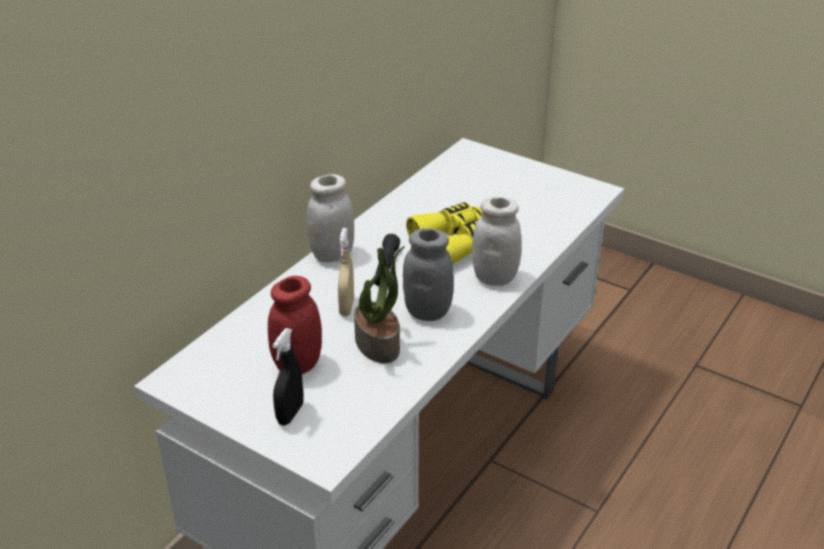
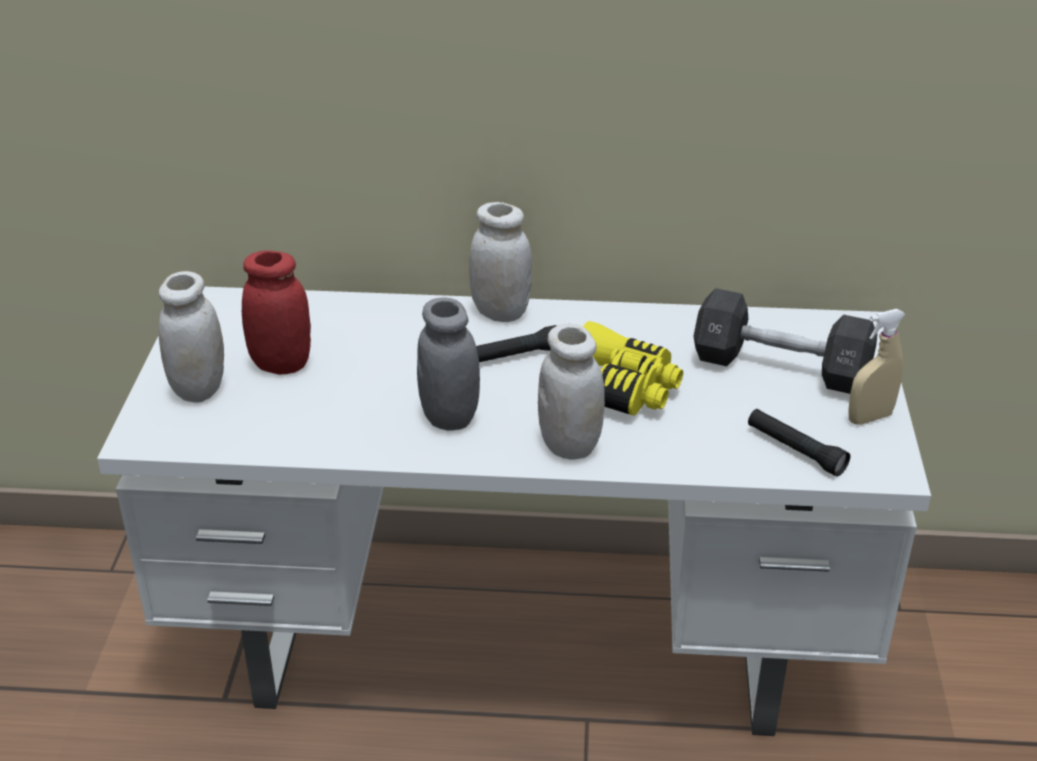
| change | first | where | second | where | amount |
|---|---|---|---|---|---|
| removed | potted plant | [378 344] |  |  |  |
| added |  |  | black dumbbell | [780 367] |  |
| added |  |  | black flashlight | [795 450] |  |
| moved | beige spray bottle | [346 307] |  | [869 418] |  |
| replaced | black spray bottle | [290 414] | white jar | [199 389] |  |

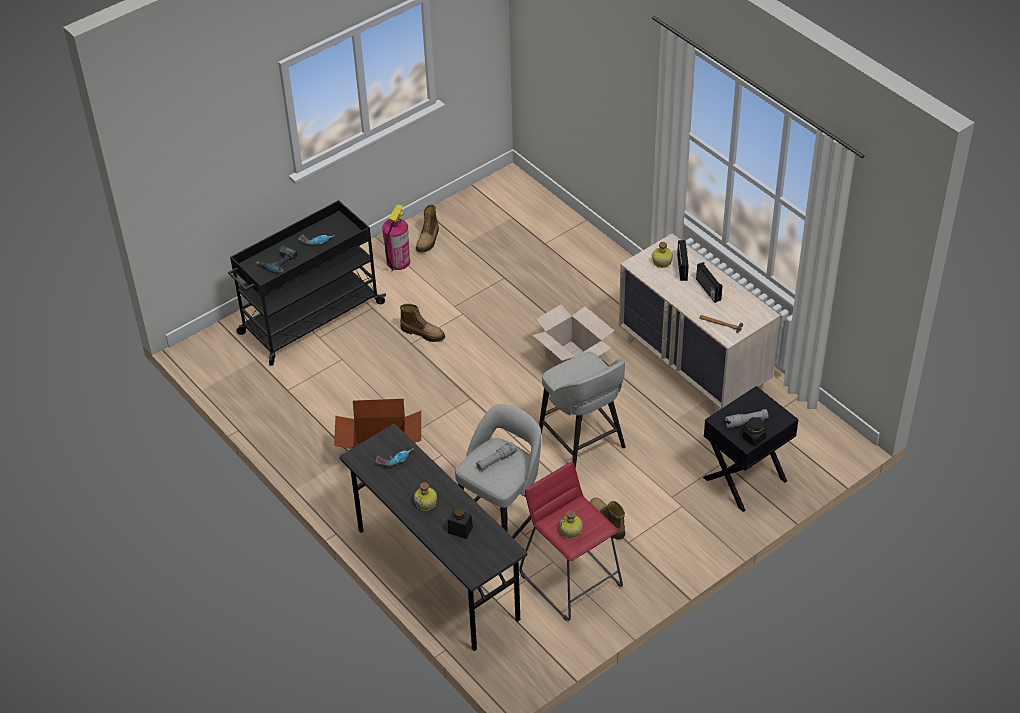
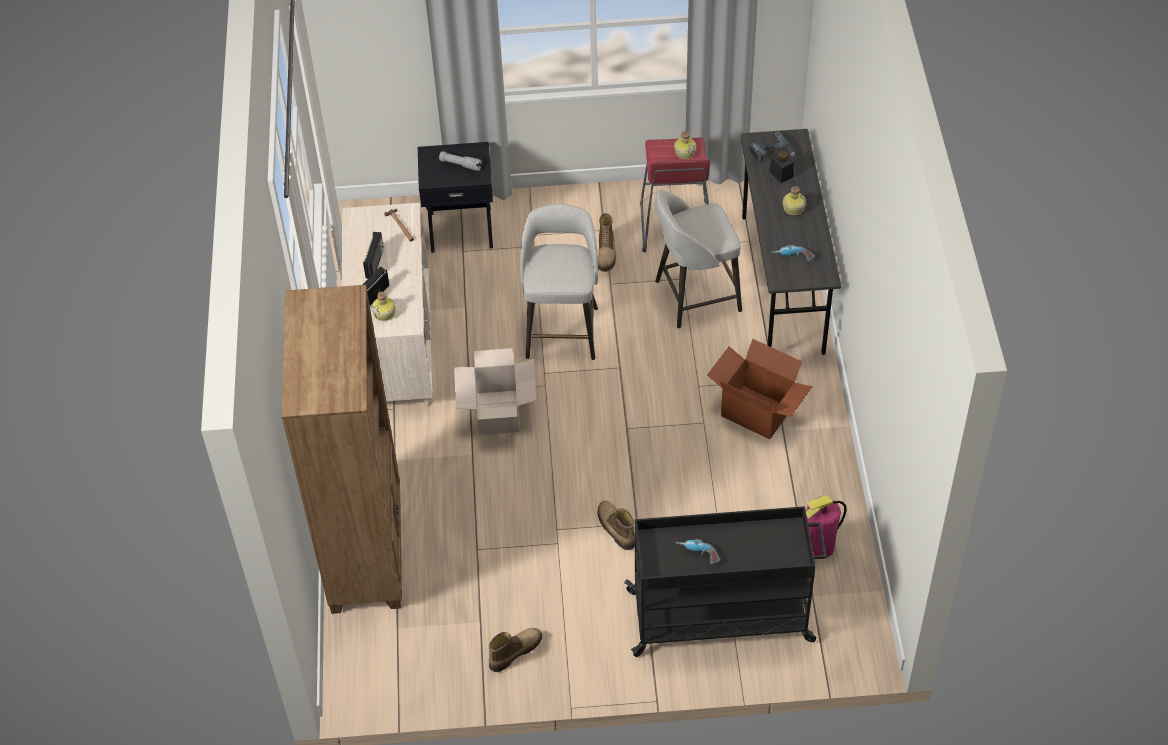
| change | first | where | second | where | amount |
|---|---|---|---|---|---|
| removed | grey flashlight | [496 460] |  |  |  |
| removed | black jar | [753 437] |  |  |  |
| added |  |  | brown bookcase | [367 550] |  |
| moved | power drill | [278 262] |  | [771 152] |  |
| moved | fire extinguisher | [398 261] |  | [819 546] |  |

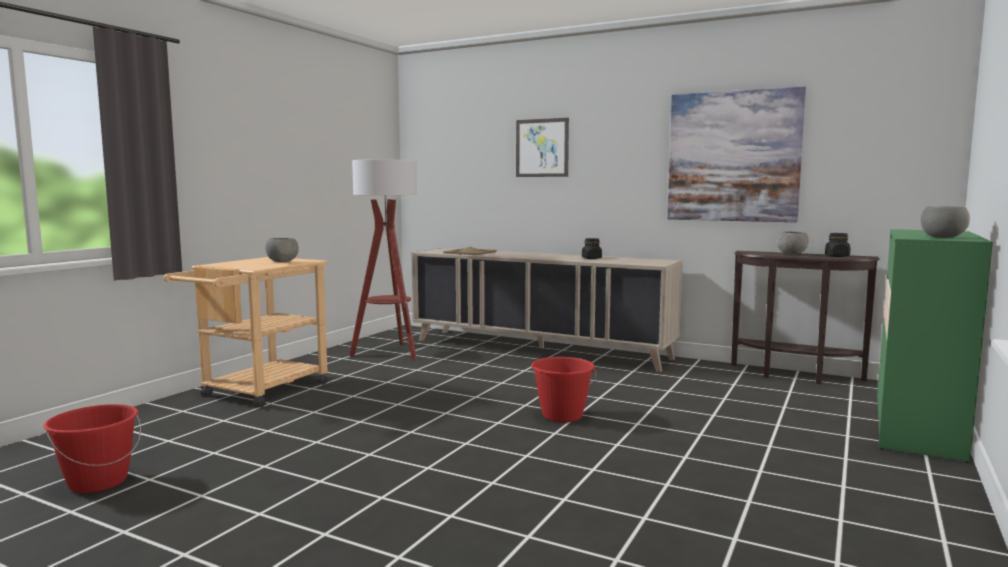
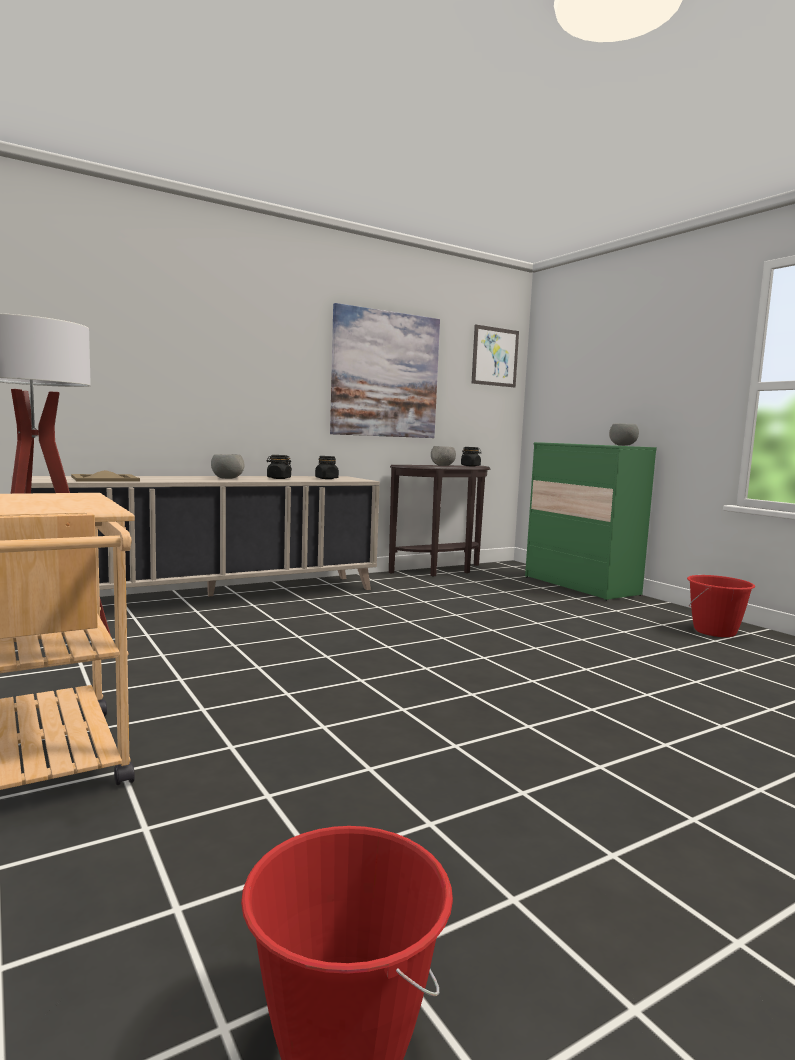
| change | first | where | second | where | amount |
|---|---|---|---|---|---|
| added |  |  | black jar | [326 478] |  |
| moved | grey bowl | [282 262] |  | [227 478] |  |
| moved | picture | [542 148] |  | [495 356] |  |
| moved | red bucket | [562 416] |  | [715 631] |  |

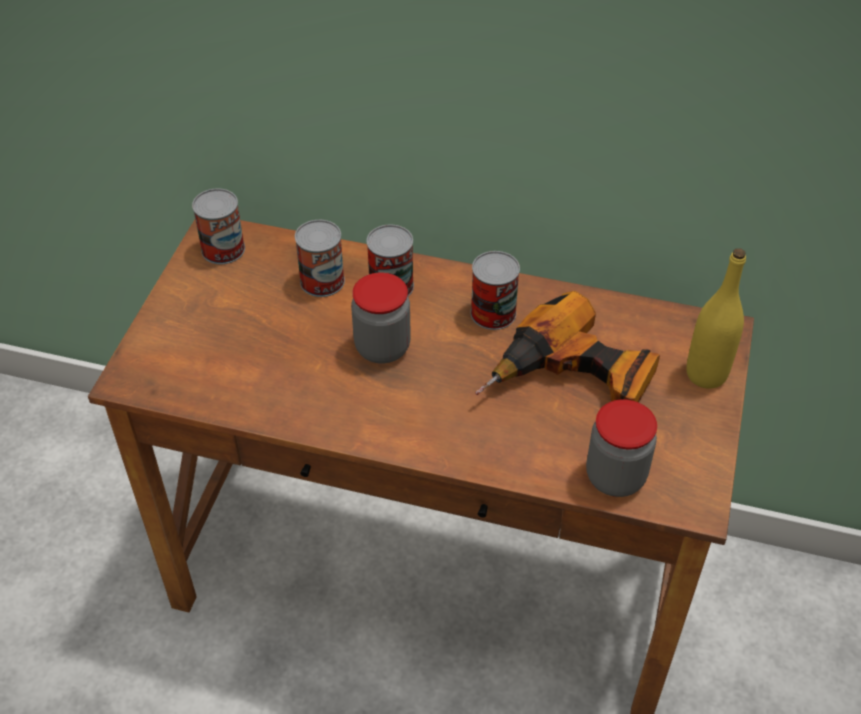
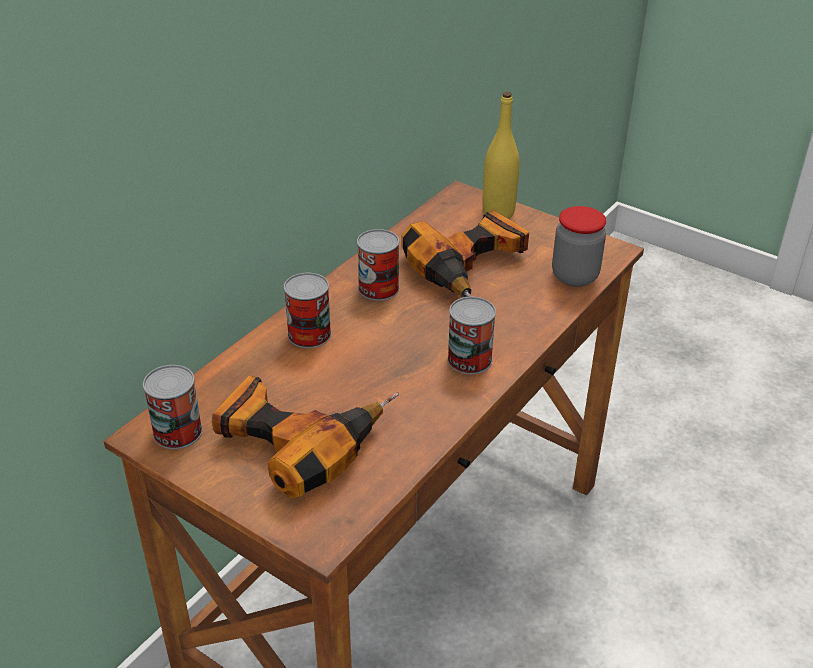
| change | first | where | second | where | amount |
|---|---|---|---|---|---|
| removed | jar | [382 347] |  |  |  |
| added |  |  | power drill | [299 437] |  |
| moved | can | [322 281] |  | [469 359] |  |

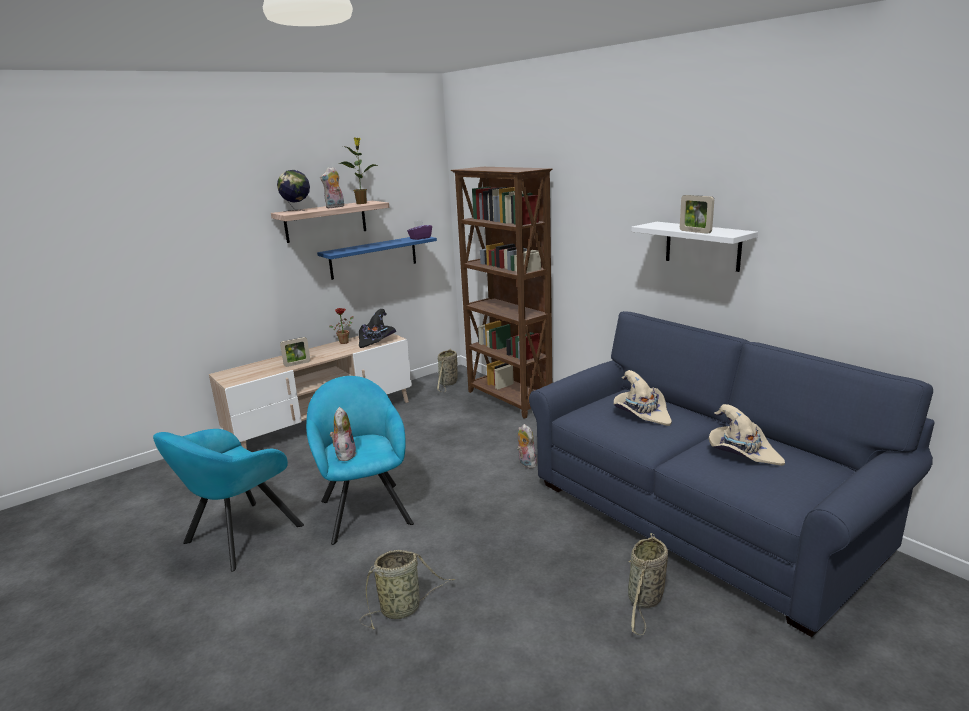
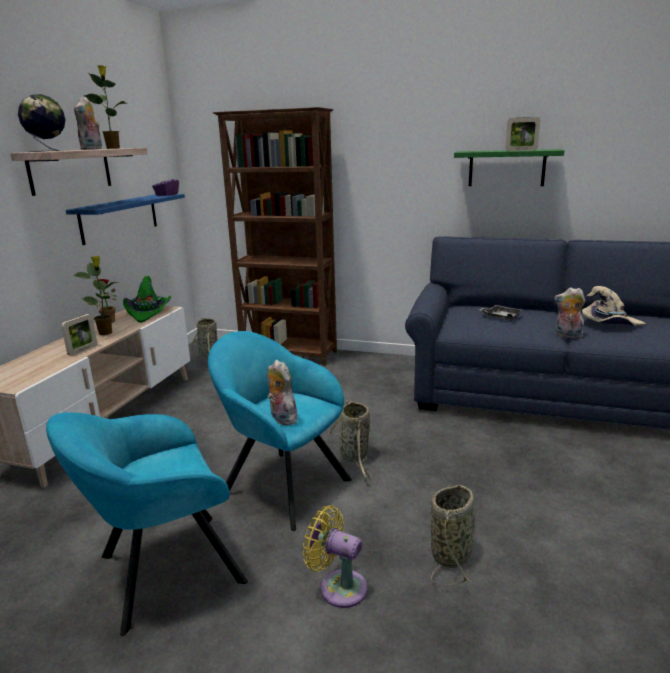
| change | first | where | second | where | amount |
|---|---|---|---|---|---|
| added |  |  | potted plant | [106 333] |  |
| added |  |  | yellow fan | [338 587] |  |
| moved | plush toy | [525 463] |  | [567 335] |  |
| moved | basket | [645 600] |  | [354 457] |  |
| replaced | beige hat | [641 413] | grey tray | [501 317] |  |
| recoloured | black hat | [376 340] | green hat | [148 313] |  |
| recoloured | white shelf | [702 246] | green shelf | [506 168] |  |
| turned | turquoise armchair | [238 537] |  | [163 571] | 60 degrees clockwise |

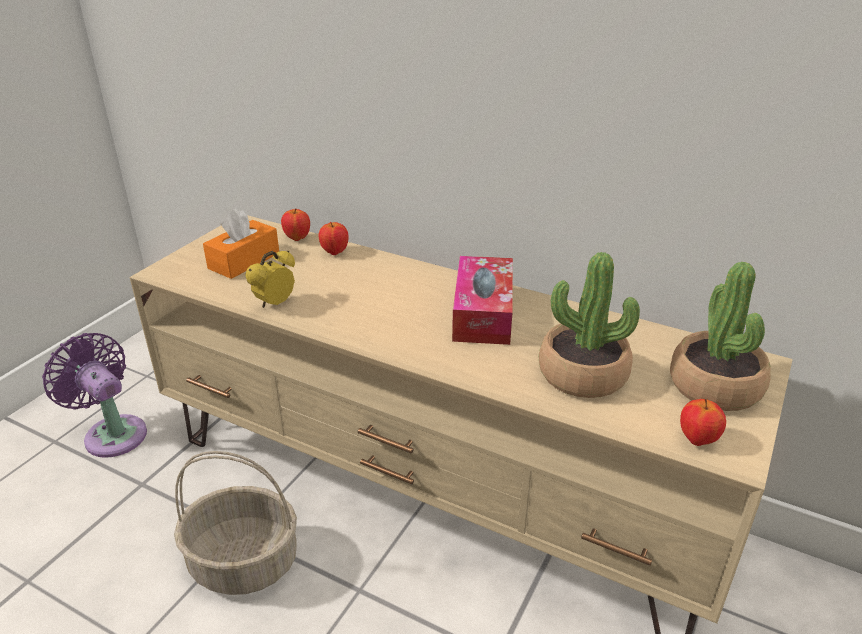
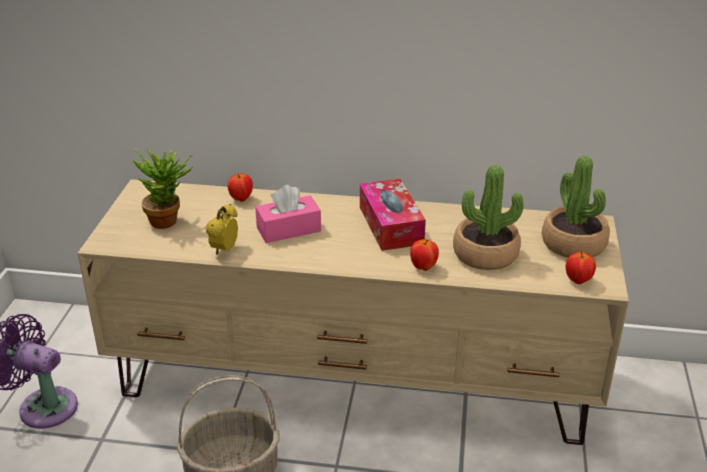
| change | first | where | second | where | amount |
|---|---|---|---|---|---|
| added |  |  | pink tissue box | [288 229] |  |
| moved | apple | [297 238] |  | [423 267] |  |
| replaced | orange tissue box | [244 261] | potted plant | [169 220] |  |

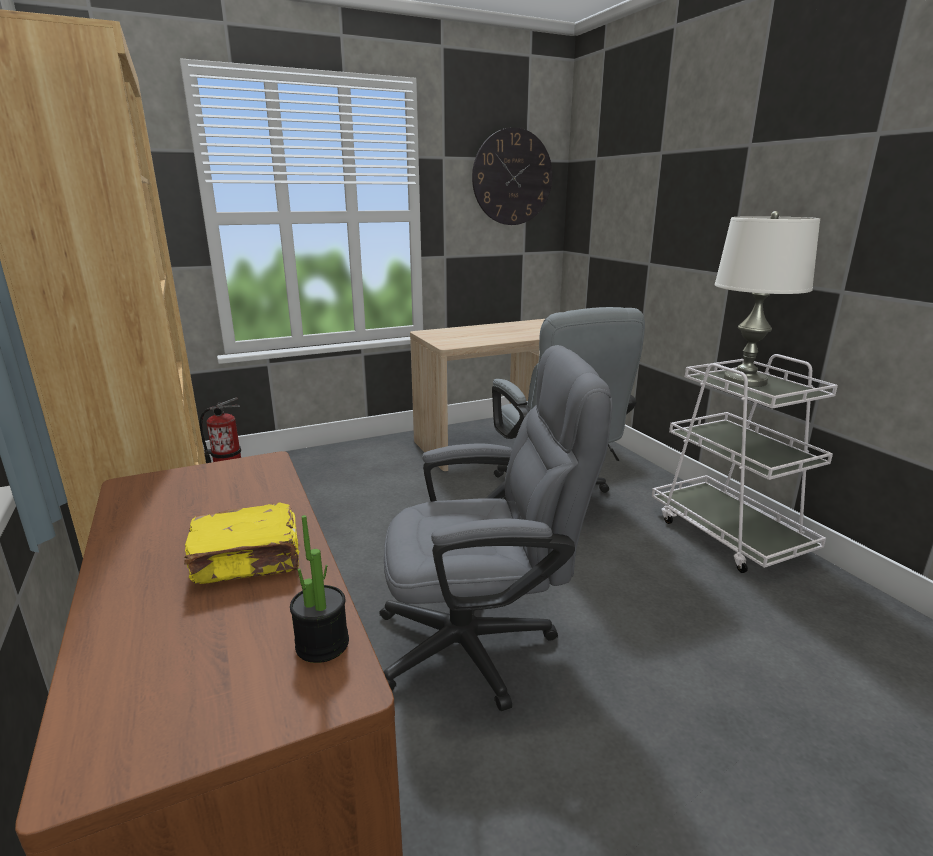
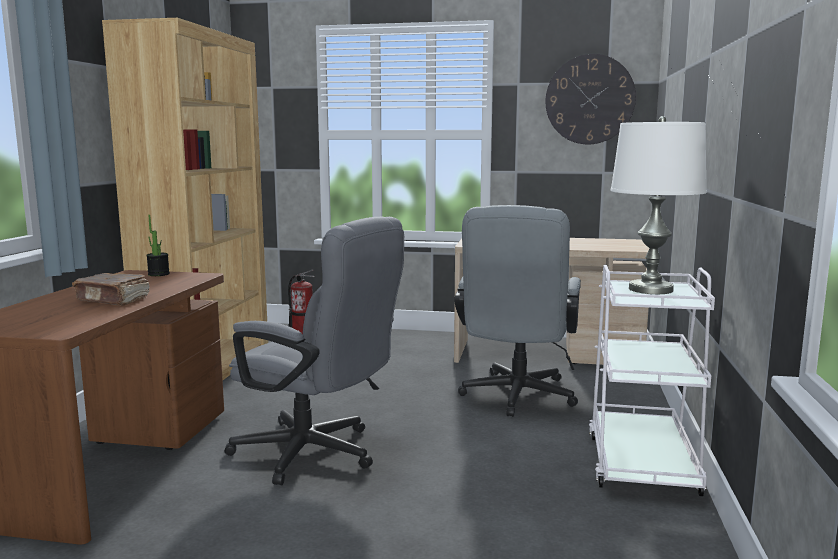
| change | first | where | second | where | amount |
|---|---|---|---|---|---|
| moved | potted plant | [322 644] |  | [158 274] |  |
| recoloured | yellow book | [249 561] | brown book | [113 300] |  |

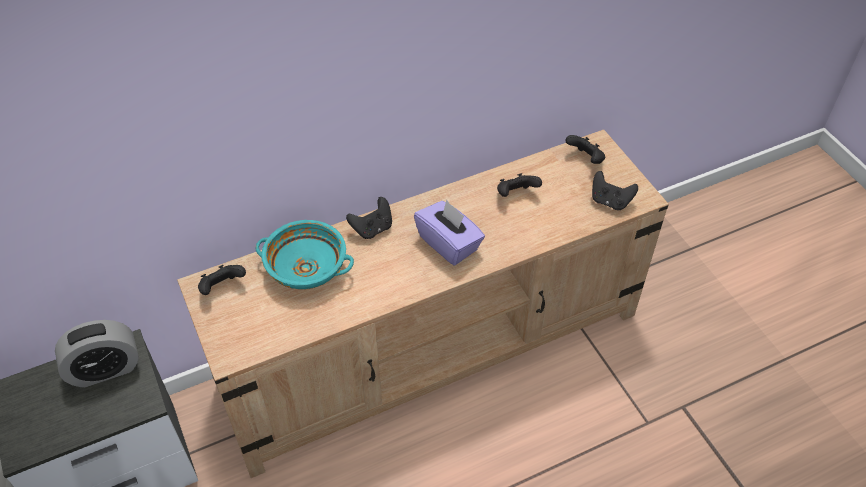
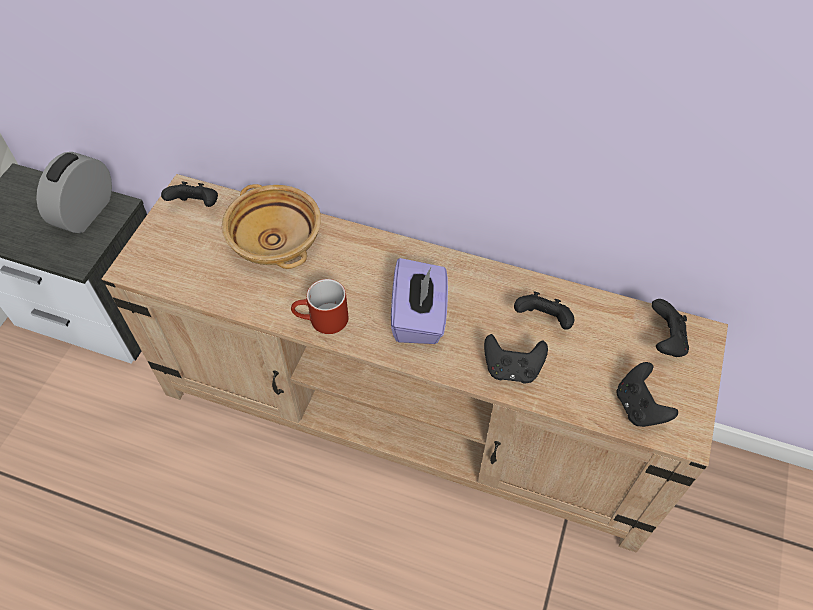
| change | first | where | second | where | amount |
|---|---|---|---|---|---|
| added |  |  | red mug | [322 321] |  |
| moved | black game controller | [372 228] |  | [512 369] |  |
| recoloured | turquoise bowl | [307 267] | beige bowl | [276 241] |  |
| turned | alarm clock | [105 369] |  | [85 212] | 90 degrees clockwise |

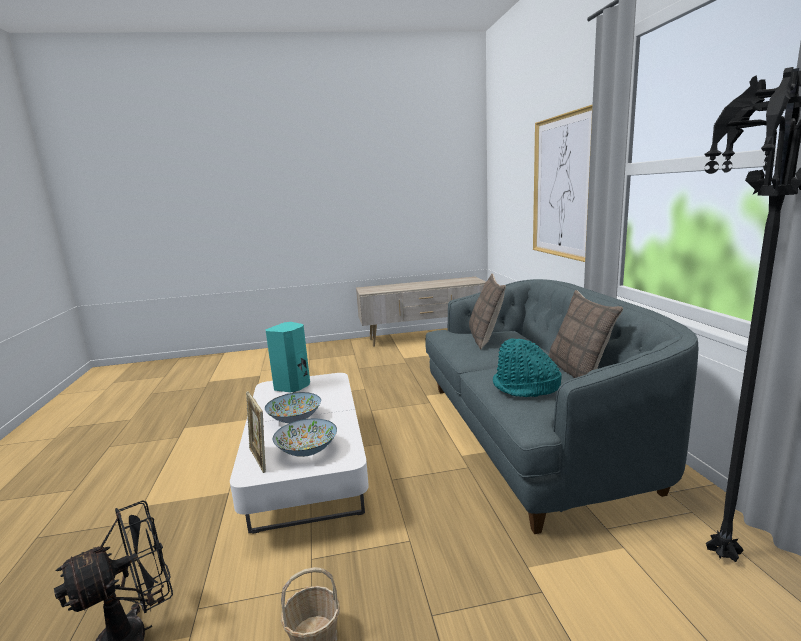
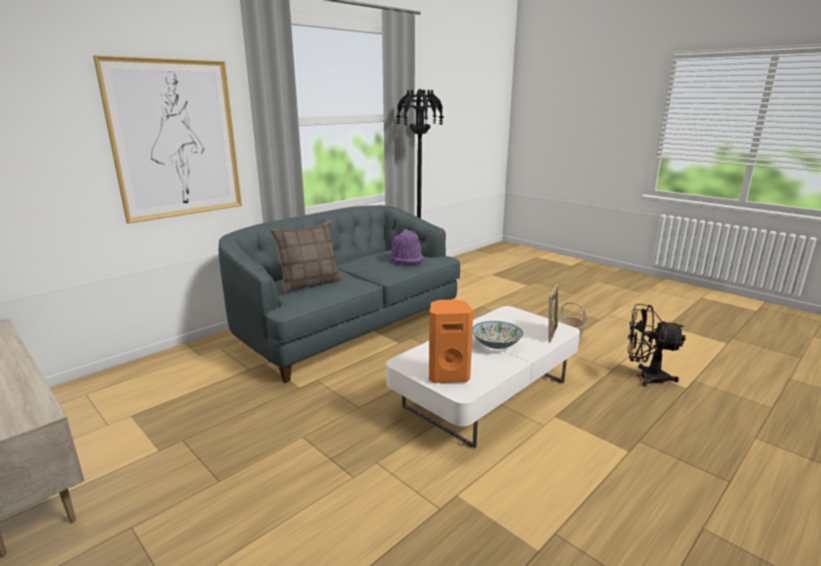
| change | first | where | second | where | amount |
|---|---|---|---|---|---|
| removed | bowl | [307 450] |  |  |  |
| removed | pillow | [579 371] |  |  |  |
| recoloured | turquoise speaker | [293 387] | orange speaker | [448 375] |  |
| recoloured | turquoise hat | [525 388] | purple hat | [407 259] |  |

